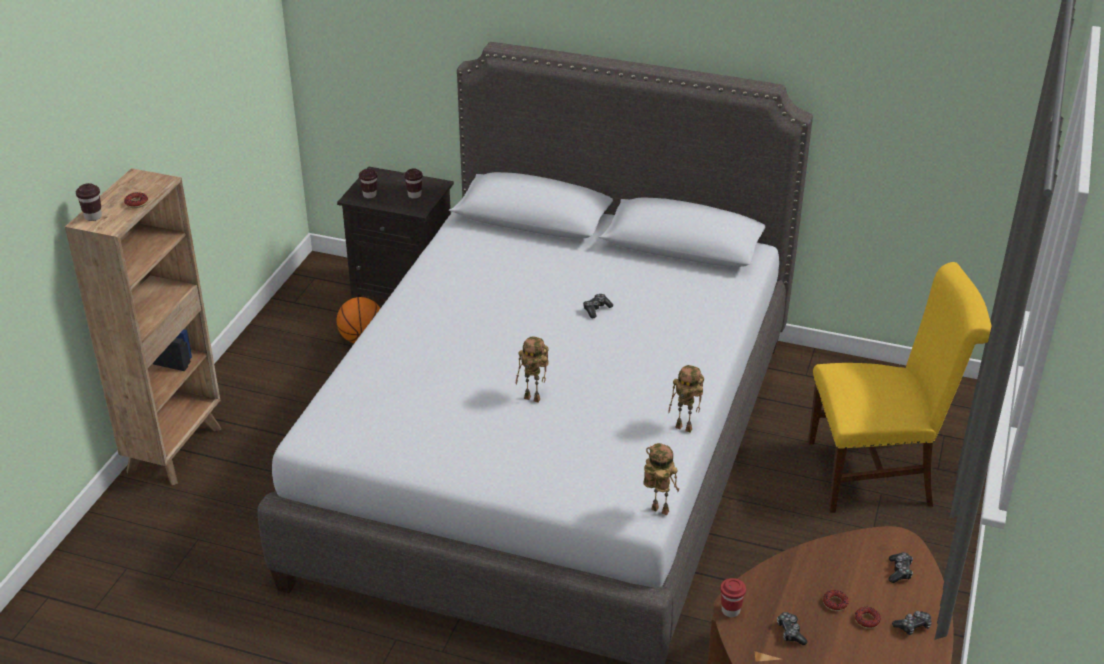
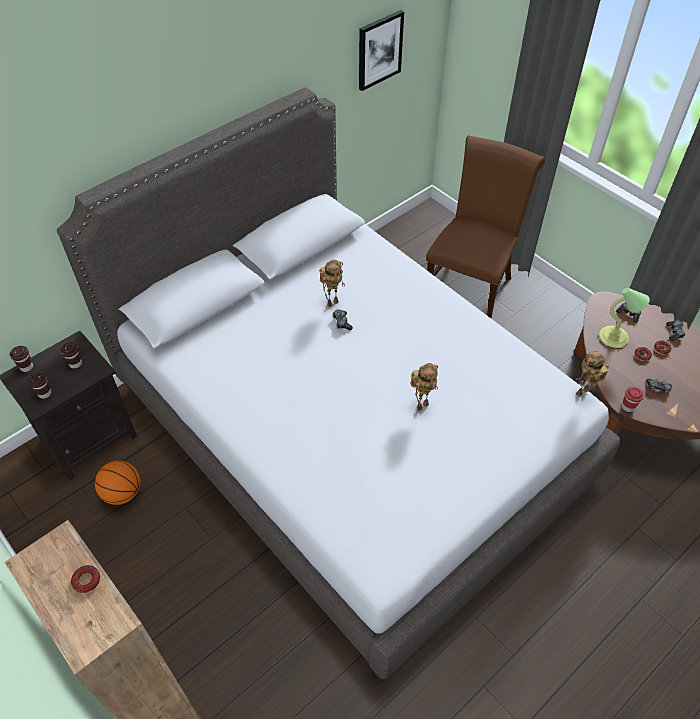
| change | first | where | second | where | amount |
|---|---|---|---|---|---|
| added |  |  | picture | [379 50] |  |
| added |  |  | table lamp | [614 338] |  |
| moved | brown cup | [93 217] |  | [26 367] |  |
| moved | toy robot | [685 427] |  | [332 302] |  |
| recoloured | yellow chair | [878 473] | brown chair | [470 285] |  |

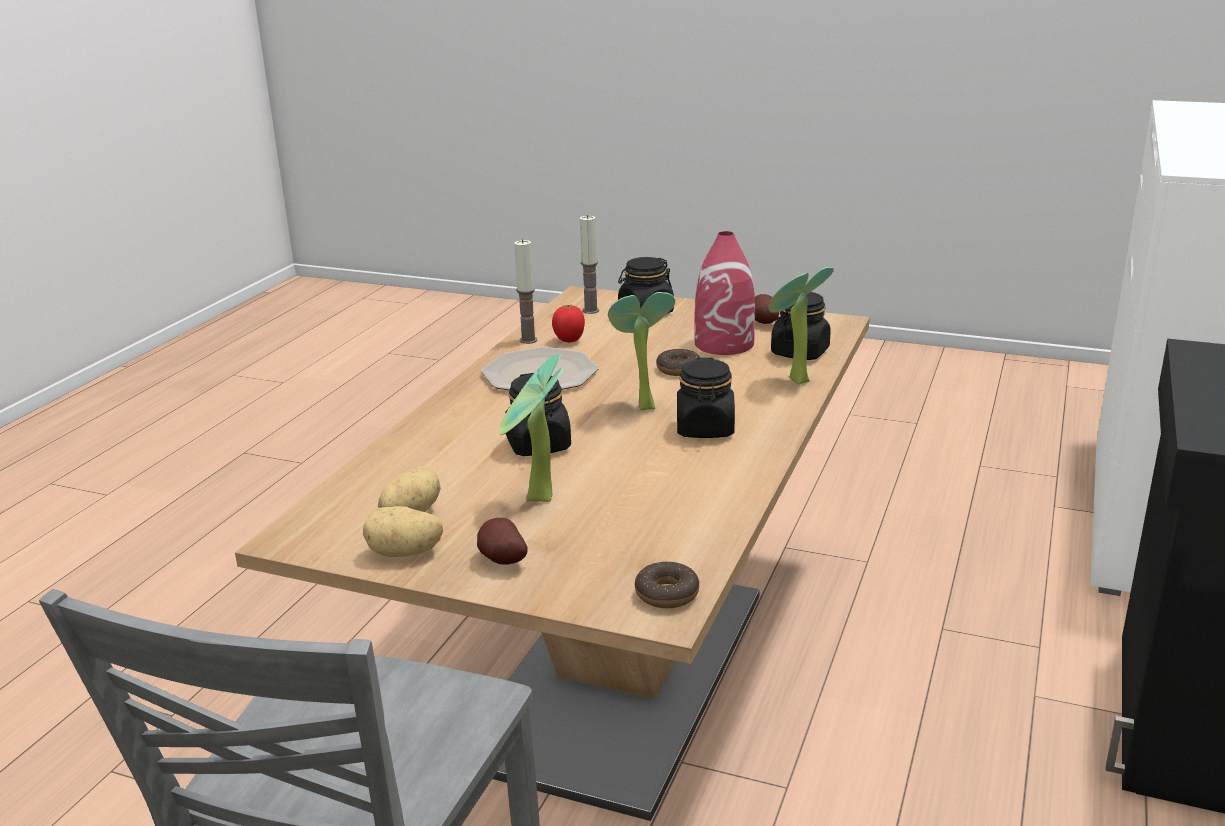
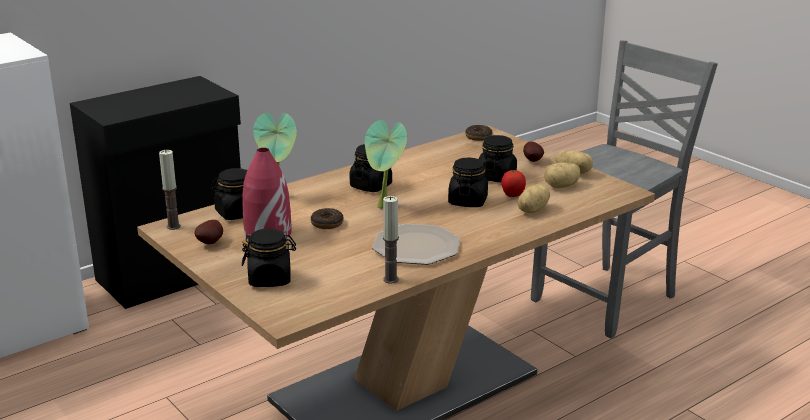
| change | first | where | second | where | amount |
|---|---|---|---|---|---|
| added |  |  | potato | [531 210] |  |
| moved | tomato | [569 340] |  | [512 196] |  |
| moved | candle | [591 310] |  | [173 226] |  |
| replaced | potted plant | [536 501] | black jar | [496 177] |  |

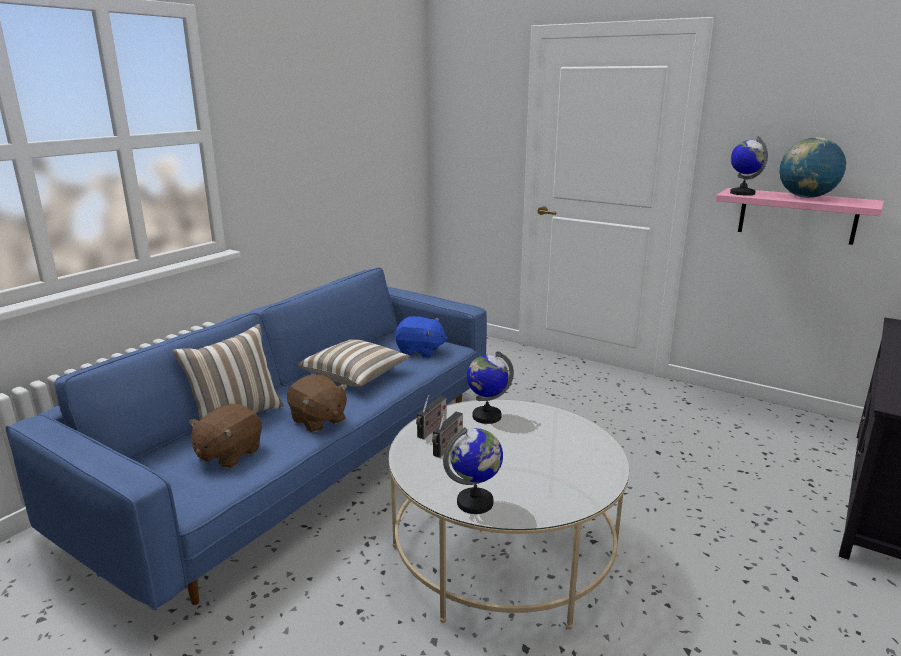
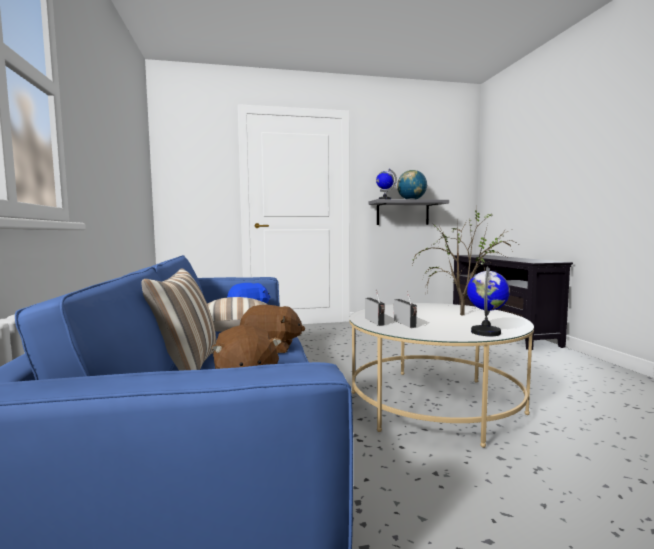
| change | first | where | second | where | amount |
|---|---|---|---|---|---|
| removed | globe | [486 416] |  |  |  |
| added |  |  | potted plant | [461 314] |  |
| recoloured | pink shelf | [797 216] | grey shelf | [402 213] |  |

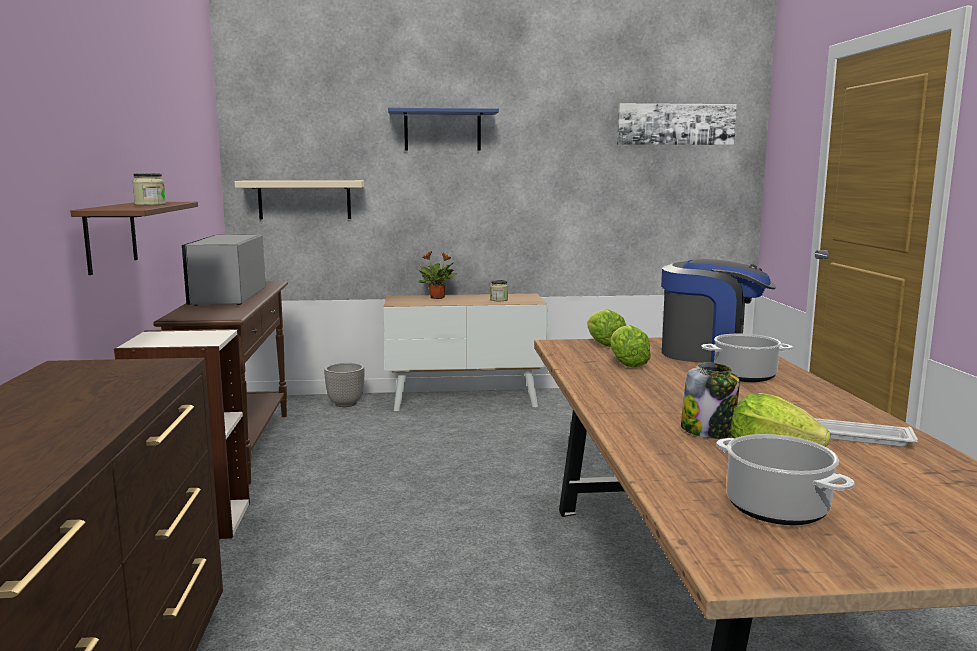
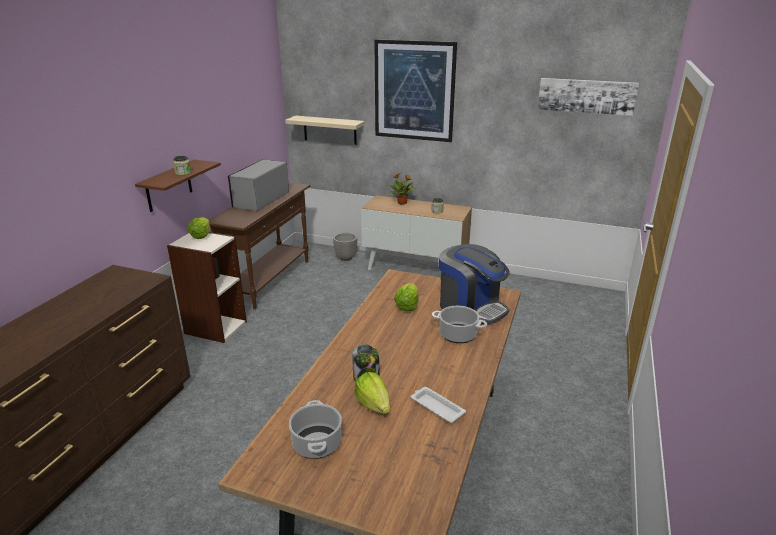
| change | first | where | second | where | amount |
|---|---|---|---|---|---|
| moved | lettuce | [603 344] |  | [201 235] |  |
| replaced | blue shelf | [442 130] | picture | [414 91] |  |

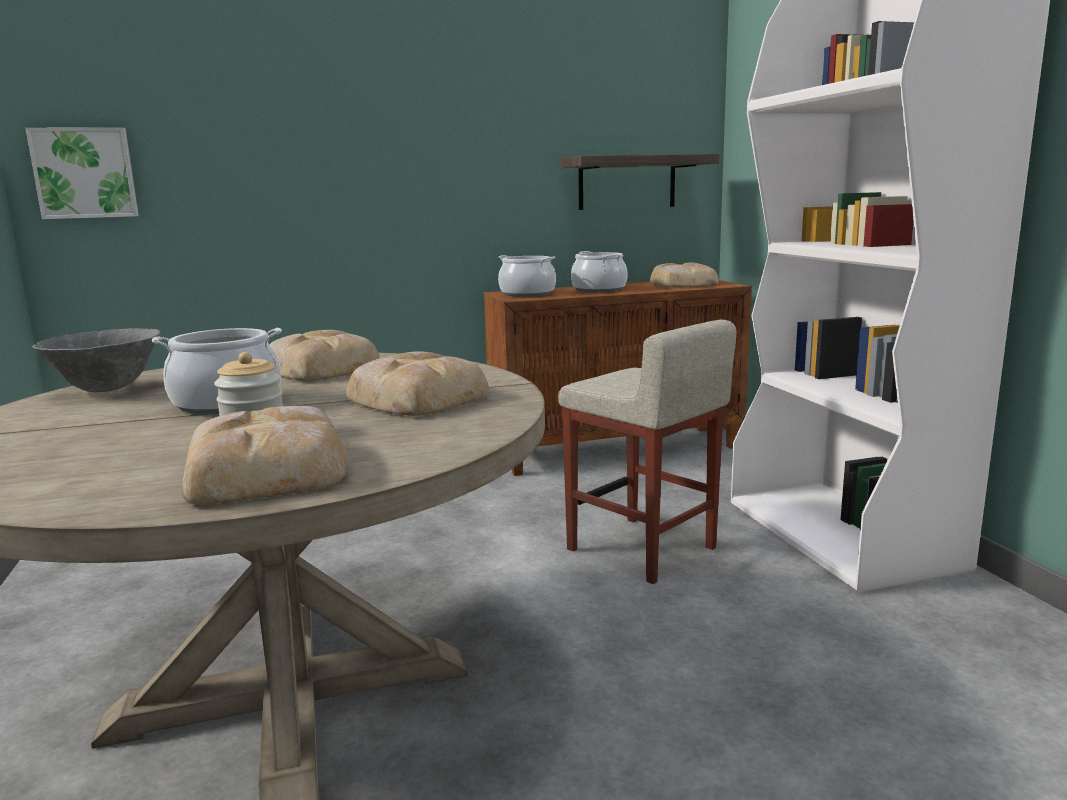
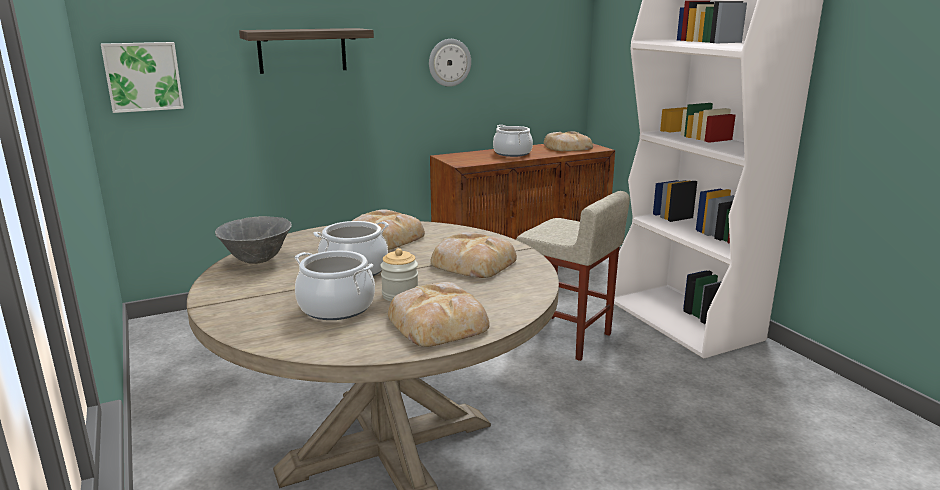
| change | first | where | second | where | amount |
|---|---|---|---|---|---|
| added |  |  | wall clock | [449 62] |  |
| moved | cooking pot | [527 294] |  | [336 307] |  |
| moved | shelf | [627 183] |  | [302 50] |  |

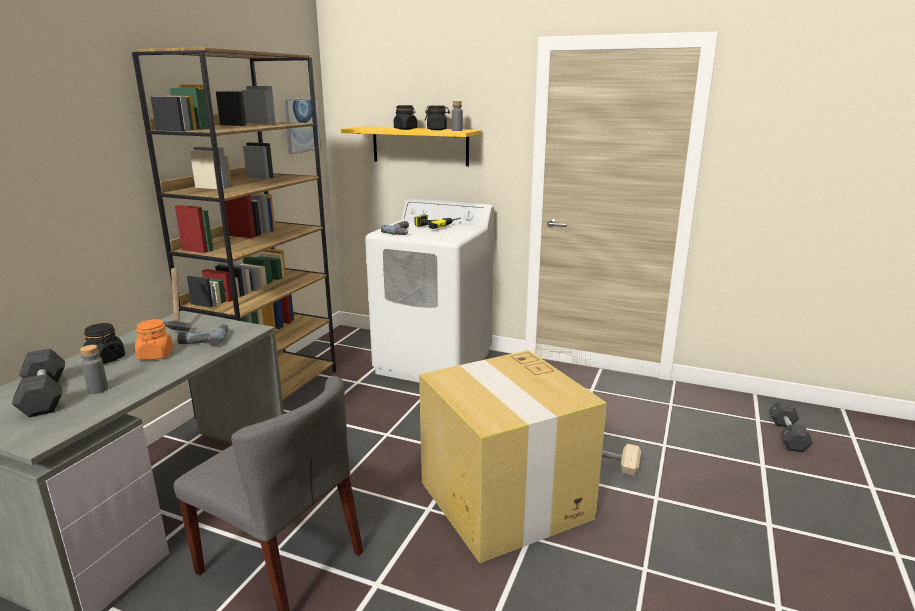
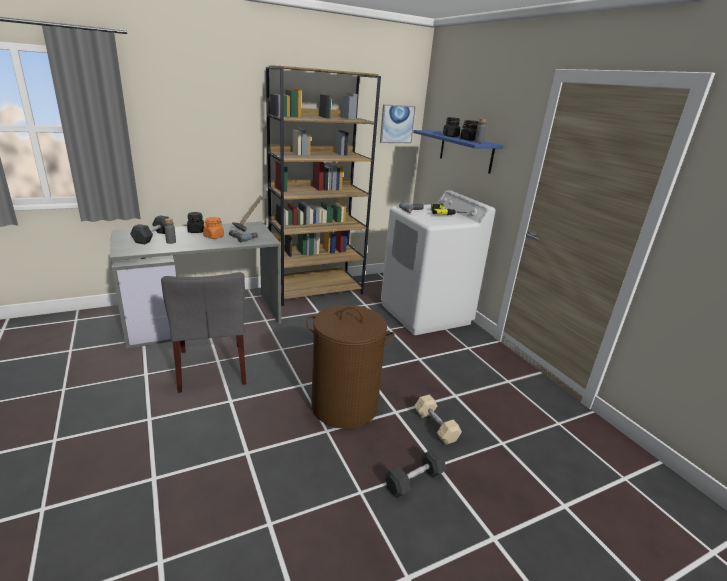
| change | first | where | second | where | amount |
|---|---|---|---|---|---|
| moved | grey dumbbell | [787 435] |  | [414 480] |  |
| replaced | cardboard box | [505 501] | brown laundry basket | [344 406] |  |
| recoloured | yellow shelf | [420 146] | blue shelf | [465 151] |  |

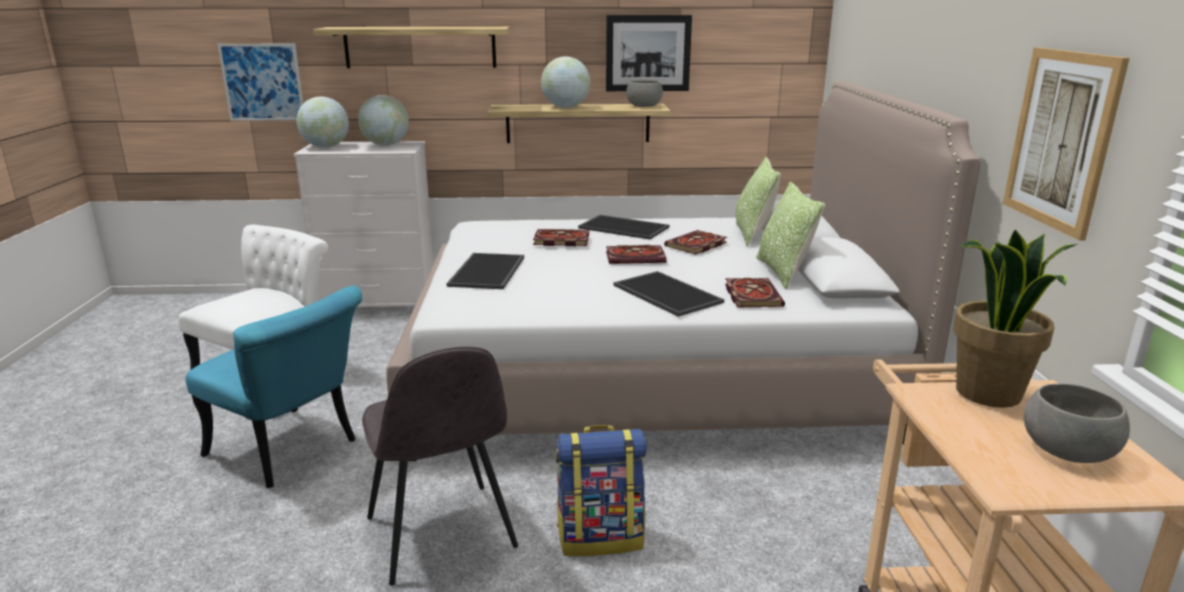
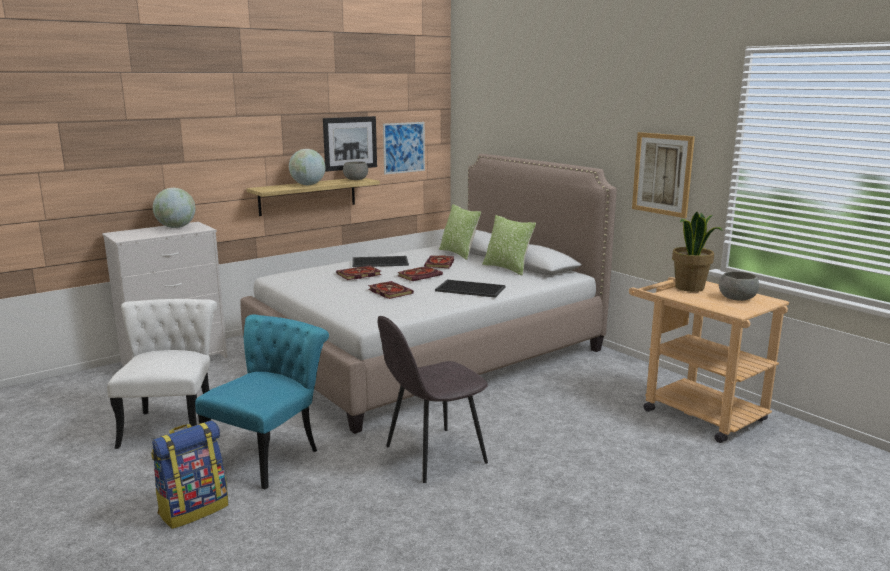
| change | first | where | second | where | amount |
|---|---|---|---|---|---|
| removed | globe | [326 147] |  |  |  |
| removed | shelf | [420 47] |  |  |  |
| removed | tray | [488 272] |  |  |  |
| moved | picture | [262 82] |  | [404 147] |  |
| moved | backpack | [601 537] |  | [194 509] |  |
| moved | book | [751 295] |  | [389 292] |  |
| turned | turquoise chair | [291 452] |  | [269 453] | 60 degrees counterclockwise |
| turned | grey chair | [441 535] |  | [433 455] | 120 degrees clockwise |

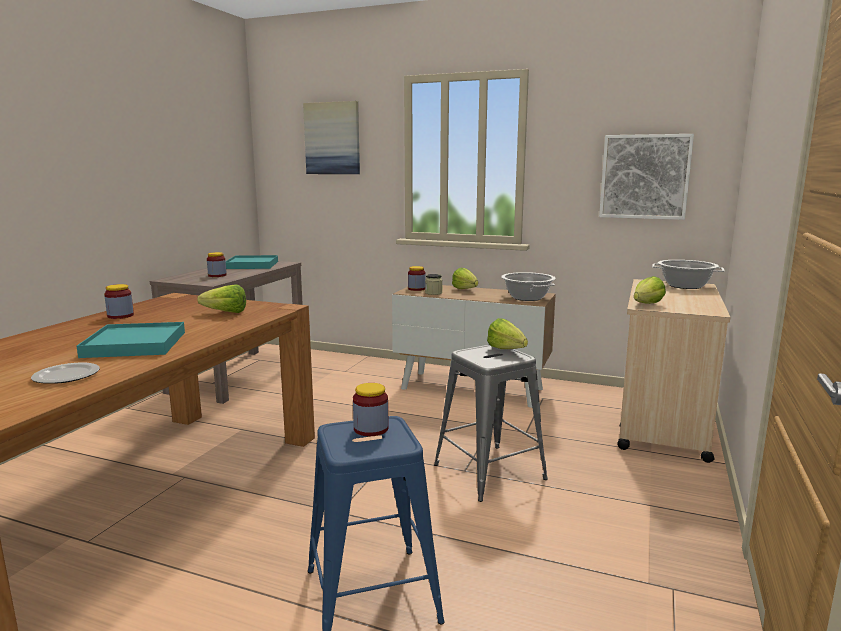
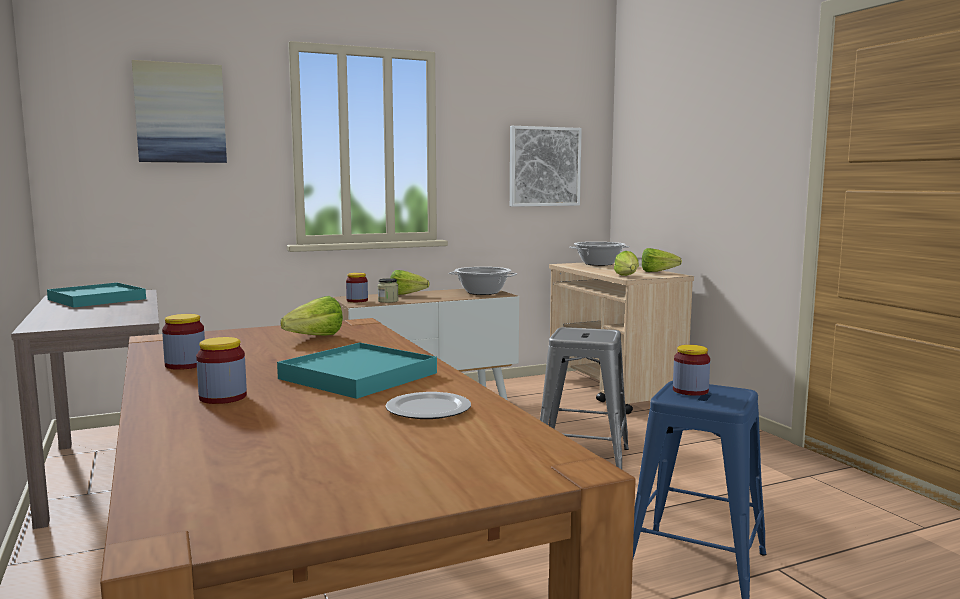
| change | first | where | second | where | amount |
|---|---|---|---|---|---|
| moved | jar | [217 275] |  | [223 397] |  |
| moved | lettuce | [508 351] |  | [661 272] |  |

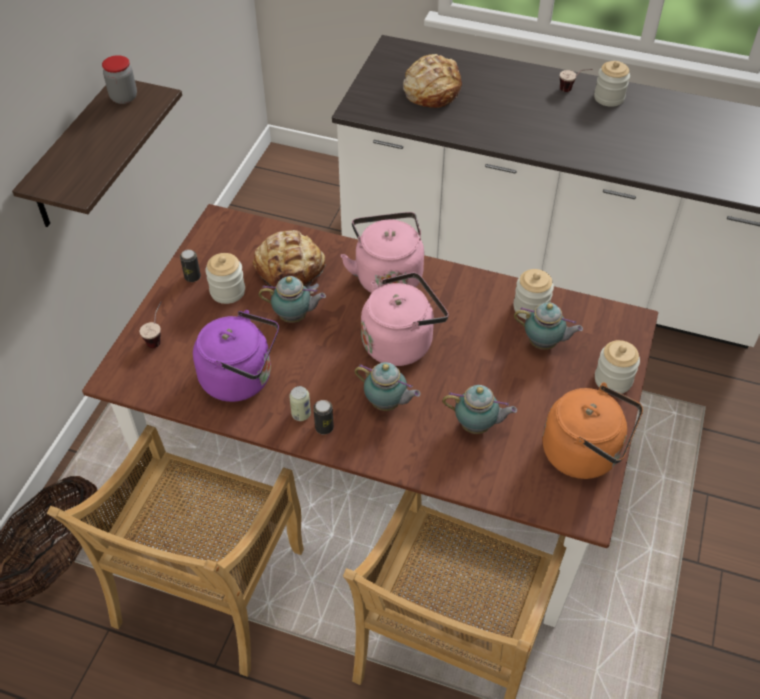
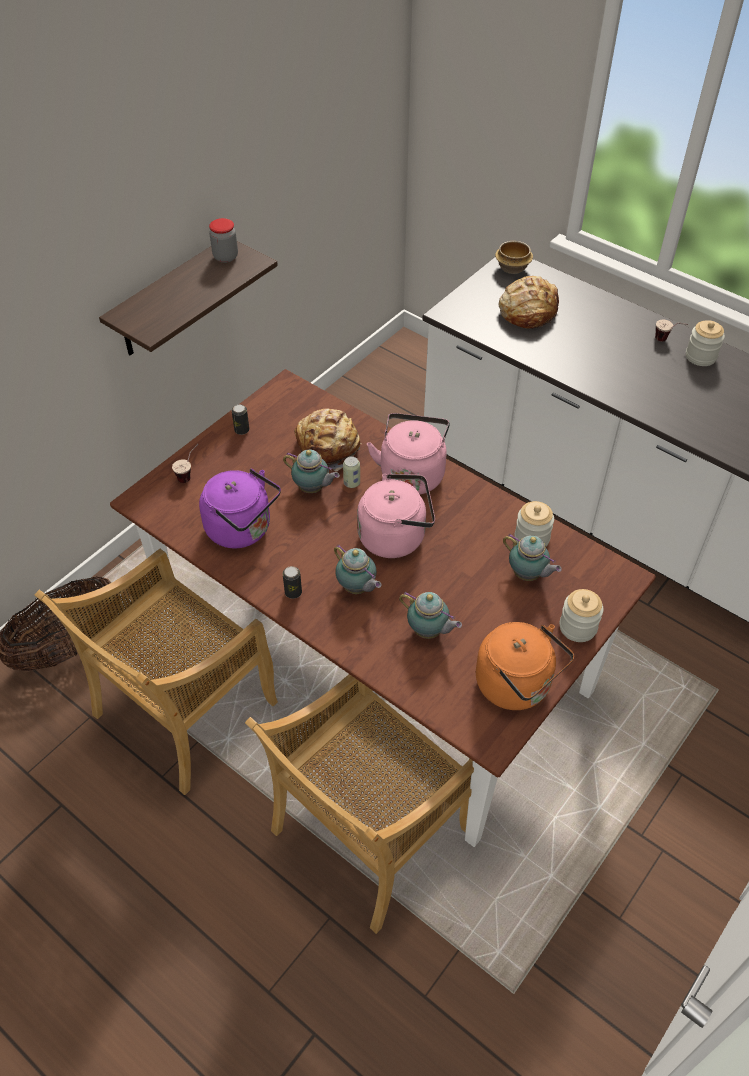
| change | first | where | second | where | amount |
|---|---|---|---|---|---|
| removed | jar | [227 291] |  |  |  |
| added |  |  | bowl | [511 268] |  |
| moved | can | [301 414] |  | [351 483] |  |

